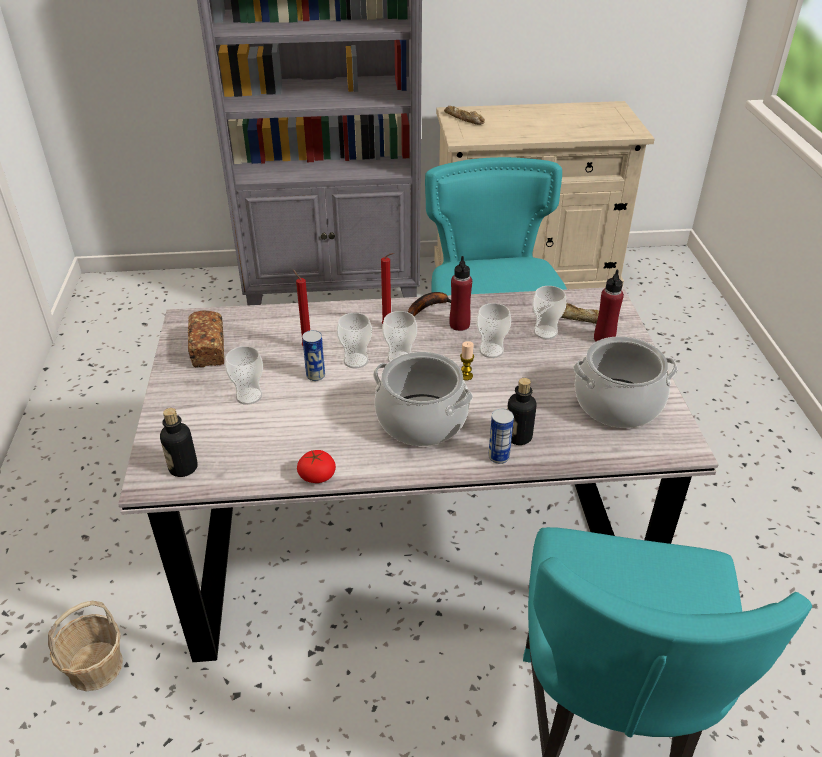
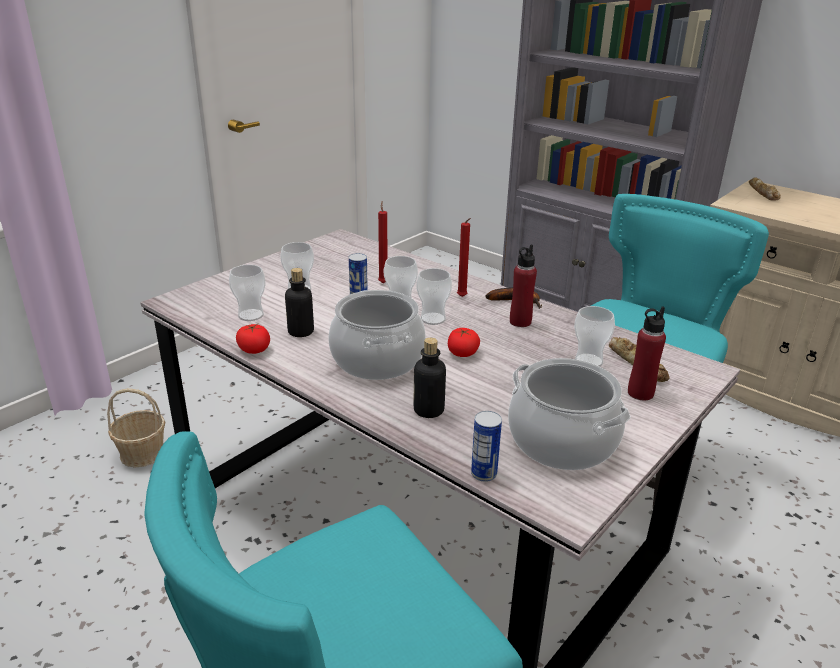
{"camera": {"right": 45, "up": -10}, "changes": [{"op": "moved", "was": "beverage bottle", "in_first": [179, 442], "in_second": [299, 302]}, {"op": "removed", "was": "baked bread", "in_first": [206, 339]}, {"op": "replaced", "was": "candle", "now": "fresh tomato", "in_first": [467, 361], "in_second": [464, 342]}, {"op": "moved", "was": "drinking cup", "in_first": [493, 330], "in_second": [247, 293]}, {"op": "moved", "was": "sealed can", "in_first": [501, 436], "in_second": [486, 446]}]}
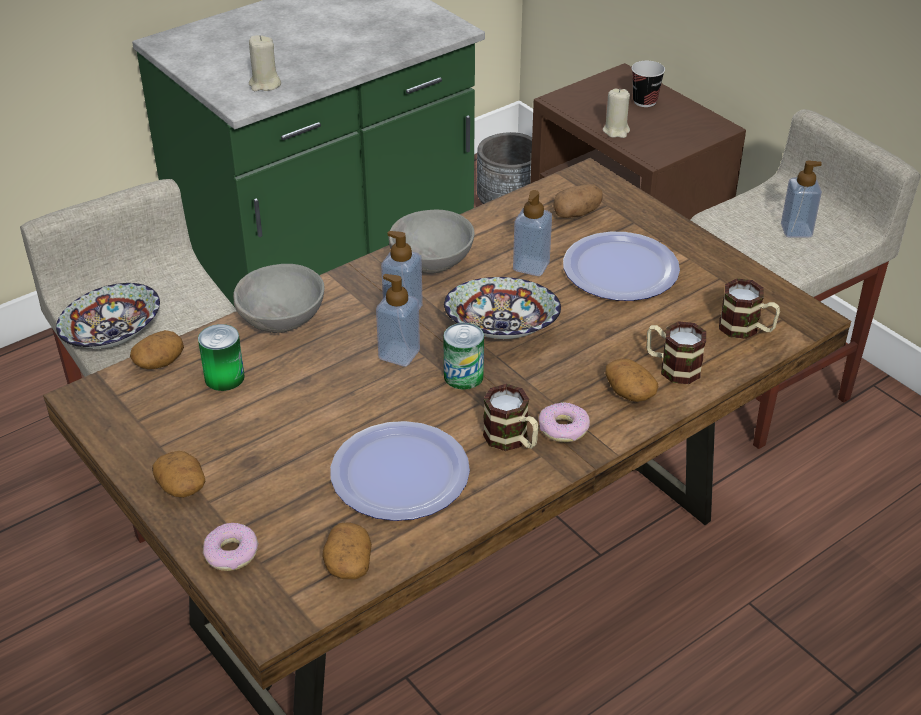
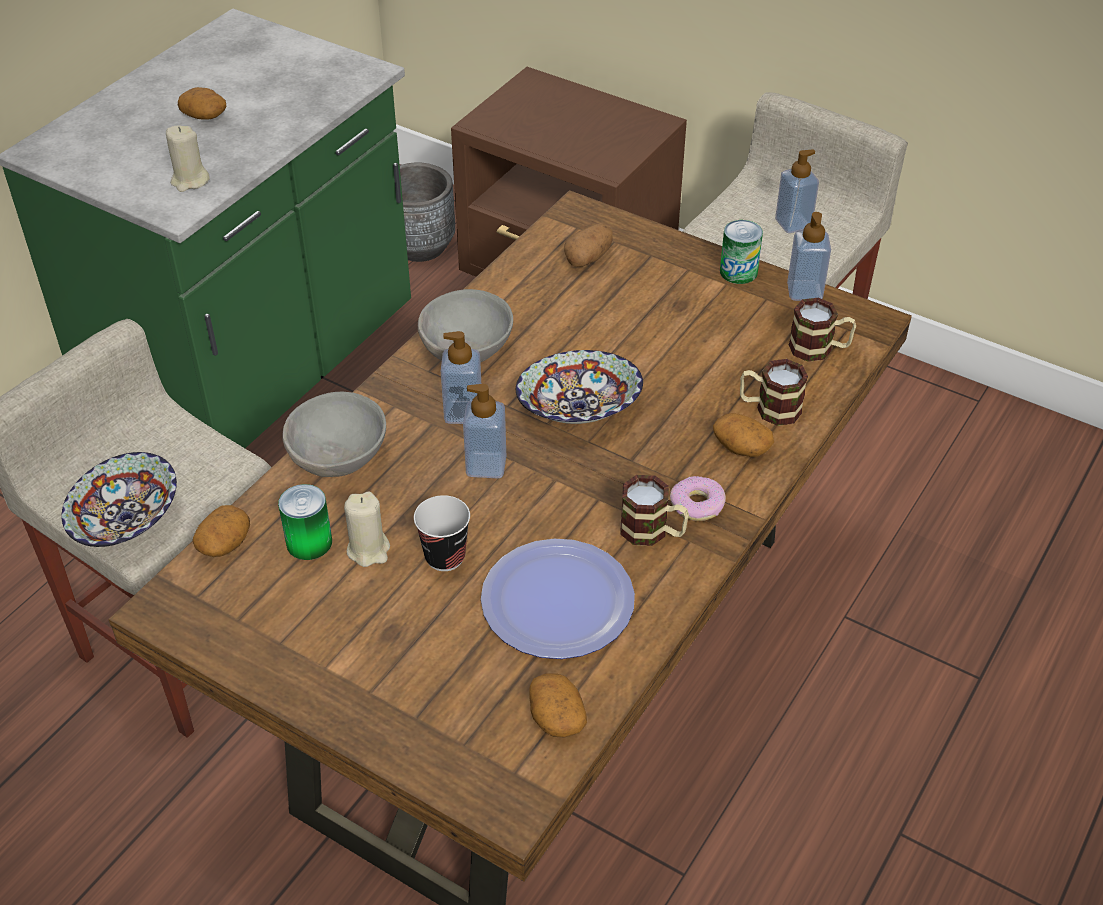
{"camera": {"right": -20, "up": 5}, "changes": [{"op": "moved", "was": "spud", "in_first": [178, 474], "in_second": [202, 103]}, {"op": "removed", "was": "doughnut", "in_first": [231, 547]}, {"op": "moved", "was": "sealed can", "in_first": [463, 356], "in_second": [741, 252]}, {"op": "moved", "was": "liquid soap bottle", "in_first": [532, 233], "in_second": [809, 256]}, {"op": "removed", "was": "plate", "in_first": [621, 266]}, {"op": "moved", "was": "candle (beige-coloured)", "in_first": [616, 113], "in_second": [367, 529]}, {"op": "moved", "was": "drinking cup", "in_first": [648, 84], "in_second": [442, 533]}]}
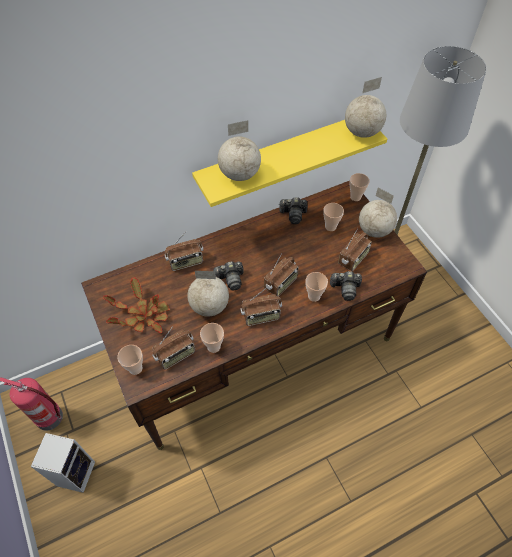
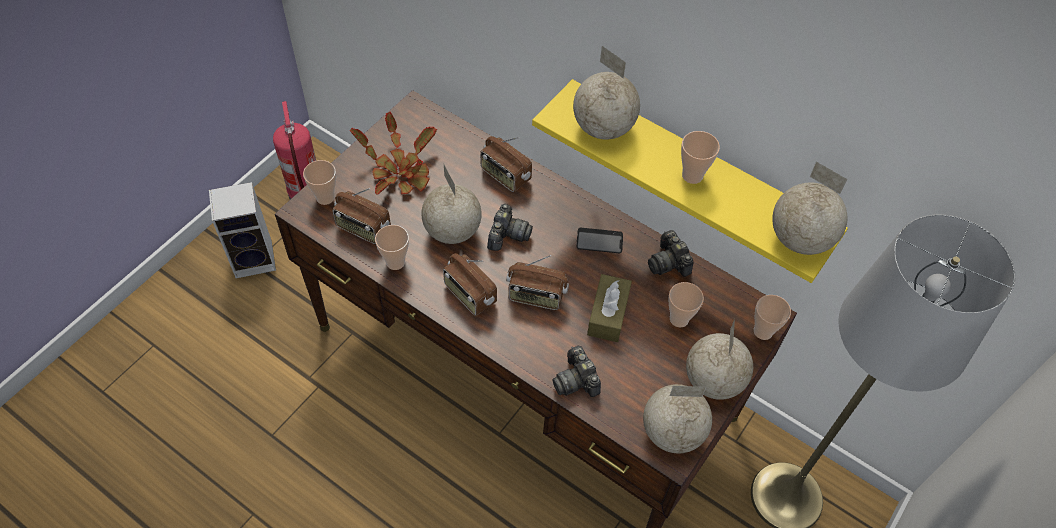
{"camera": {"right": 60, "up": 0}, "changes": [{"op": "turned", "was": "still camera", "in_first": [228, 276], "in_second": [510, 227], "clockwise": -120}, {"op": "moved", "was": "drinking cup", "in_first": [317, 287], "in_second": [700, 157]}, {"op": "removed", "was": "radio receiver", "in_first": [355, 249]}, {"op": "added", "now": "telephone", "in_second": [599, 240]}, {"op": "added", "now": "box of tissues (brown)", "in_second": [609, 308]}, {"op": "added", "now": "world globe", "in_second": [677, 418]}]}
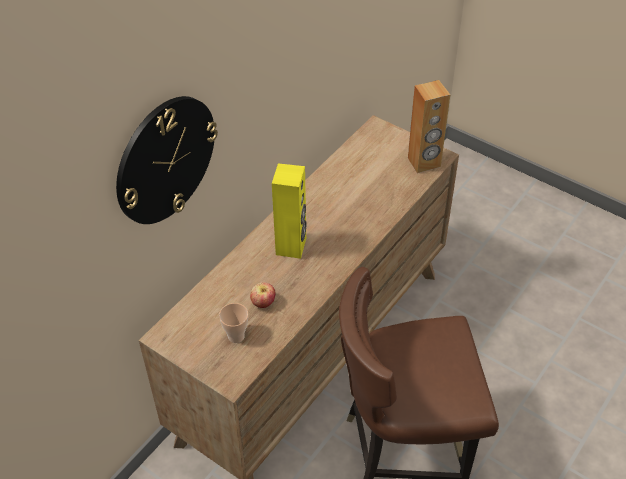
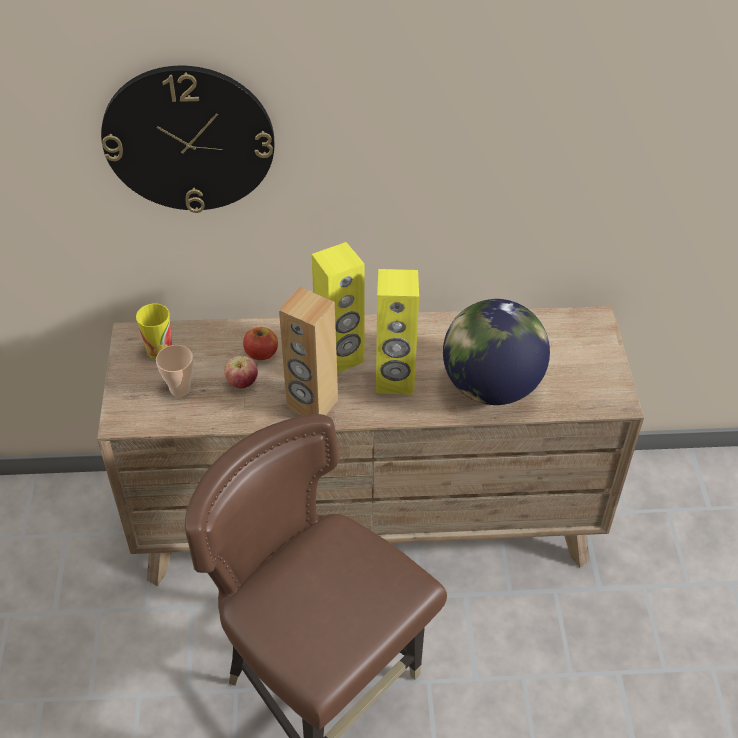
{"camera": {"right": 50, "up": 0}, "changes": [{"op": "moved", "was": "audio speaker (brown)", "in_first": [429, 126], "in_second": [308, 351]}, {"op": "added", "now": "drinking cup", "in_second": [154, 331]}, {"op": "added", "now": "apple fruit", "in_second": [260, 343]}, {"op": "added", "now": "audio speaker (yellowish)", "in_second": [397, 332]}, {"op": "added", "now": "world globe", "in_second": [496, 352]}]}
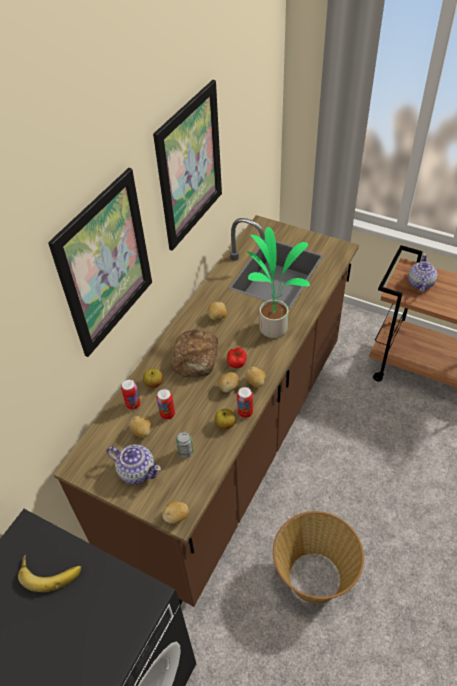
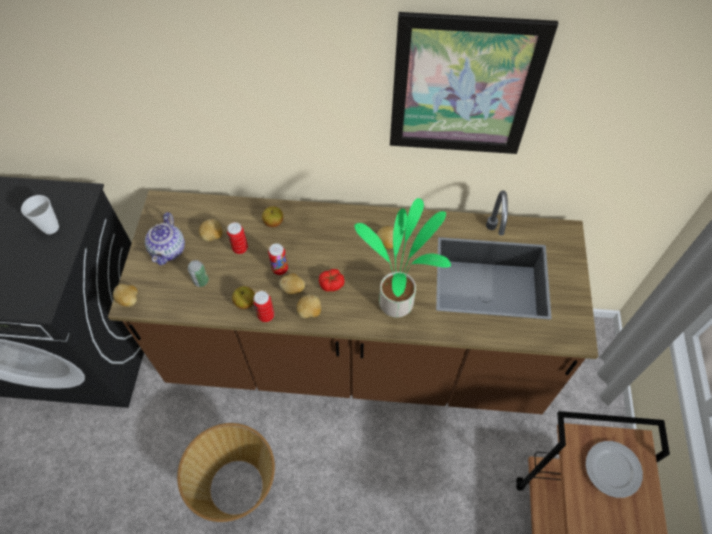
{"camera": {"right": 65, "up": 10}, "changes": [{"op": "replaced", "was": "whole banana", "now": "drinking cup", "in_first": [49, 573], "in_second": [40, 214]}, {"op": "removed", "was": "wall art", "in_first": [100, 262]}, {"op": "moved", "was": "sealed can", "in_first": [131, 394], "in_second": [278, 259]}, {"op": "removed", "was": "baked bread", "in_first": [194, 353]}, {"op": "replaced", "was": "pot for tea", "now": "plate", "in_first": [423, 273], "in_second": [614, 469]}]}
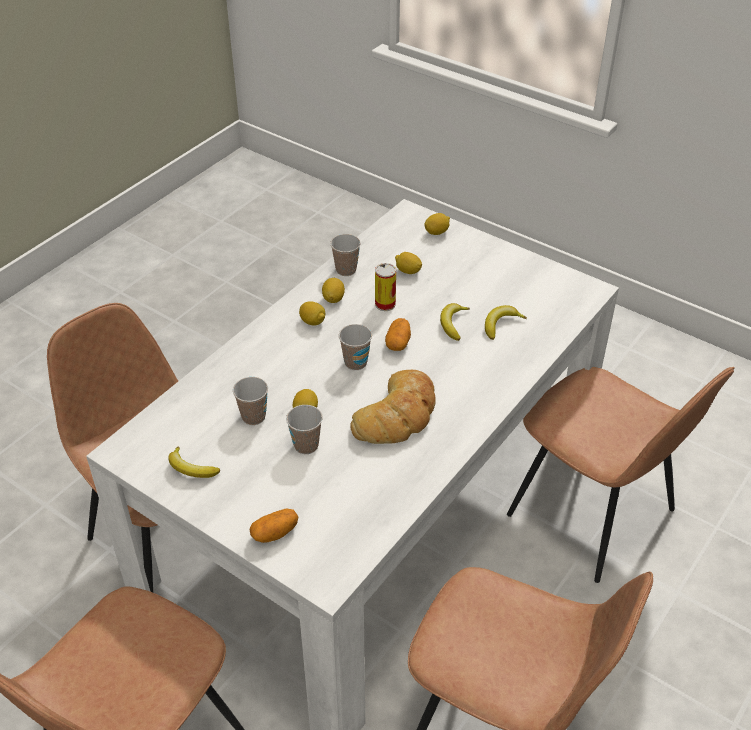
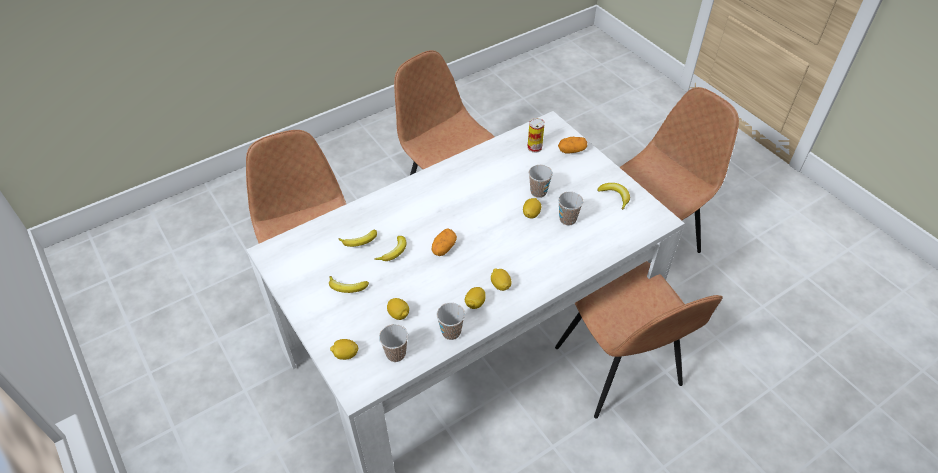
{"camera": {"right": -160, "up": 5}, "changes": [{"op": "moved", "was": "drinking cup", "in_first": [355, 347], "in_second": [393, 343]}, {"op": "removed", "was": "baked bread", "in_first": [393, 407]}, {"op": "moved", "was": "sealed can", "in_first": [385, 287], "in_second": [536, 135]}, {"op": "added", "now": "whole banana", "in_second": [349, 284]}]}
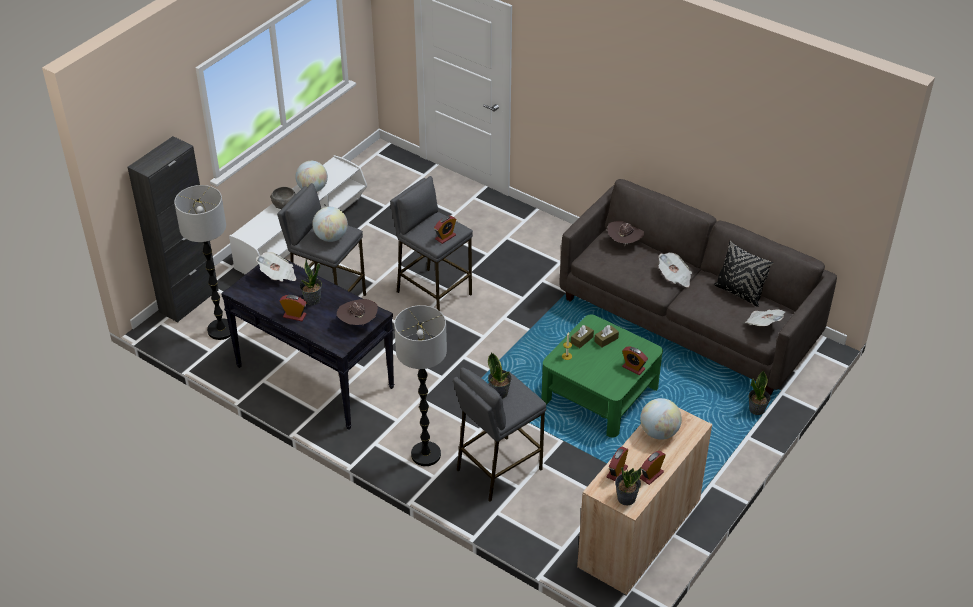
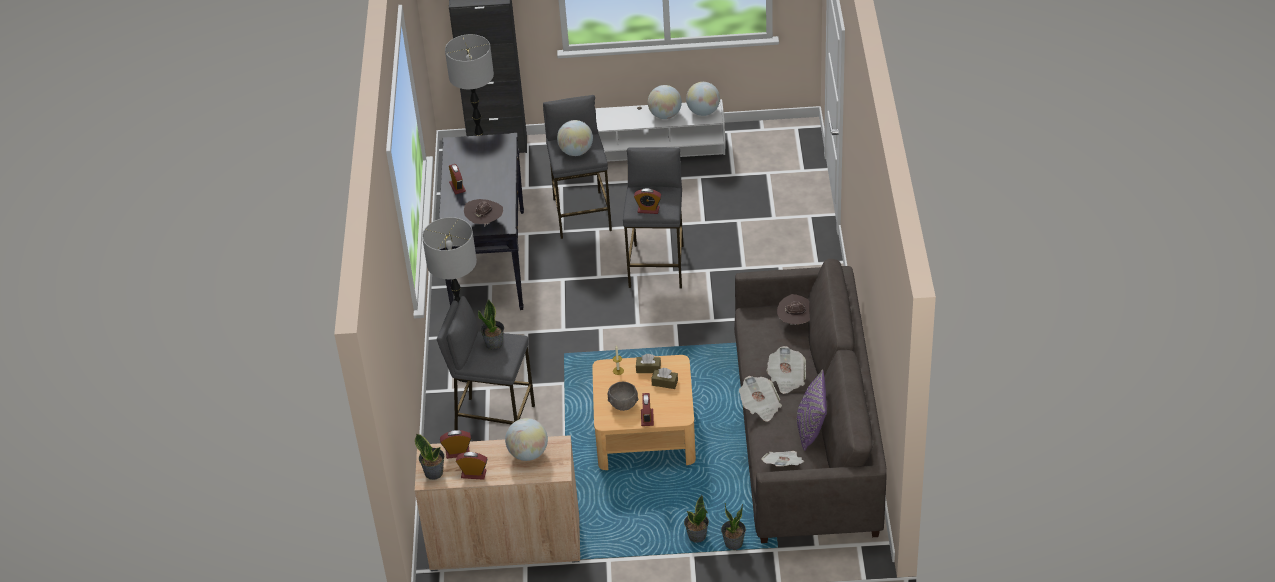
{"camera": {"right": 55, "up": 0}, "changes": [{"op": "moved", "was": "daily paper", "in_first": [276, 267], "in_second": [760, 399]}, {"op": "moved", "was": "serving bowl (grey)", "in_first": [283, 198], "in_second": [623, 396]}, {"op": "moved", "was": "houseplant", "in_first": [311, 282], "in_second": [696, 519]}, {"op": "recoloured", "was": "coffee table (green)", "now": "coffee table (beige-coloured)", "in_first": [602, 376], "in_second": [644, 412]}, {"op": "recoloured", "was": "pillow (blackish)", "now": "pillow (purple)", "in_first": [743, 274], "in_second": [812, 410]}, {"op": "added", "now": "world globe", "in_second": [703, 99]}]}
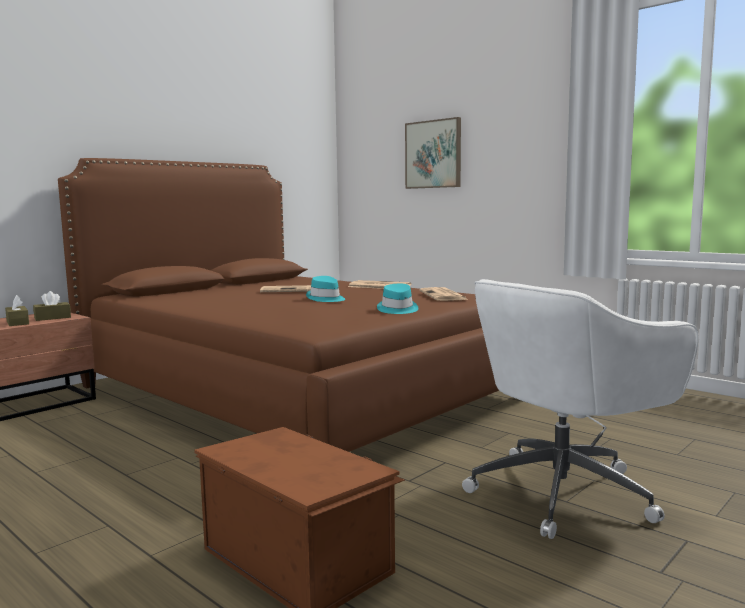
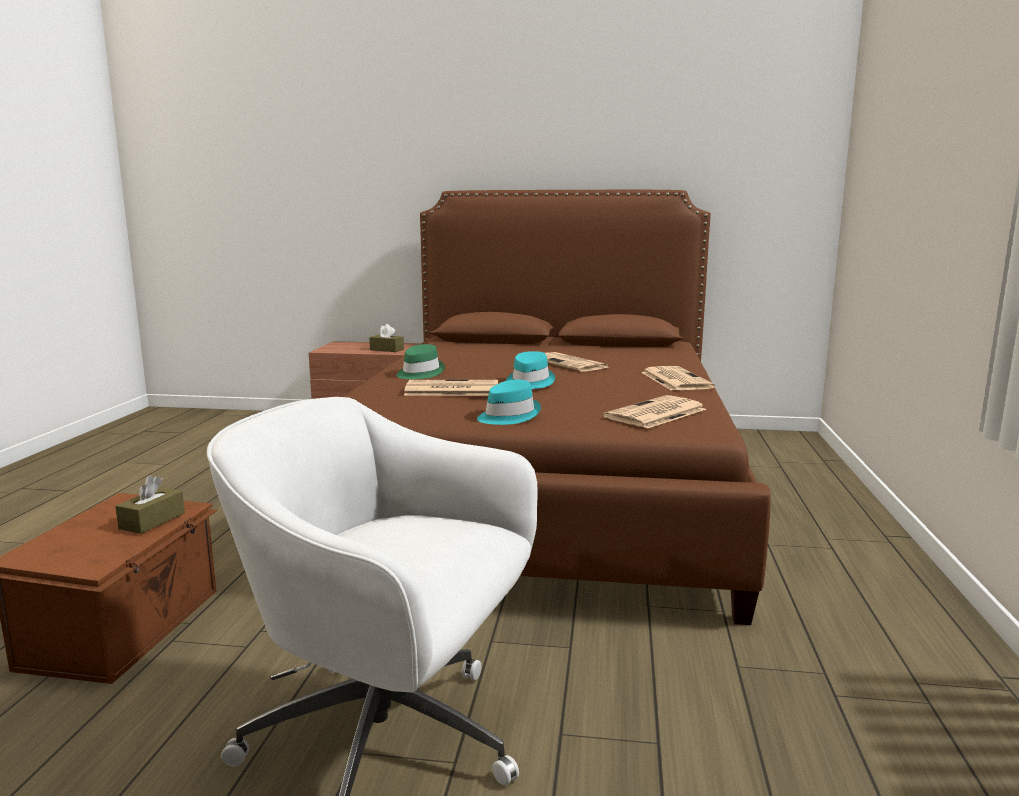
{"camera": {"right": 55, "up": 5}, "changes": [{"op": "moved", "was": "box of tissues (brown)", "in_first": [17, 310], "in_second": [150, 504]}, {"op": "removed", "was": "wall art", "in_first": [433, 153]}, {"op": "added", "now": "clothing hat (green)", "in_second": [420, 361]}, {"op": "added", "now": "daily paper", "in_second": [451, 388]}]}
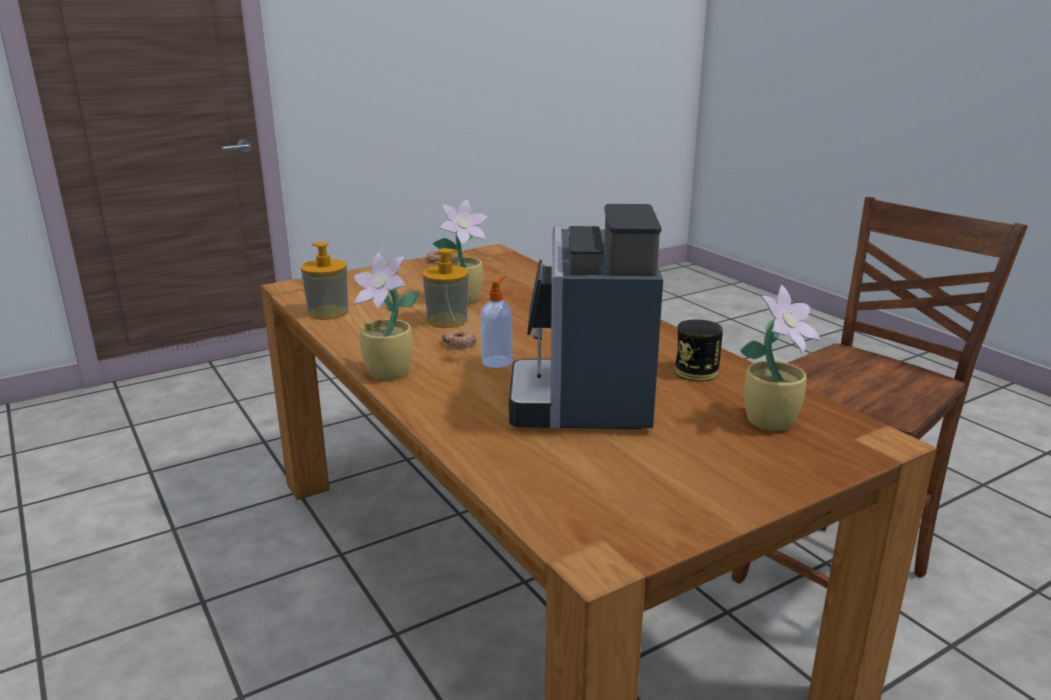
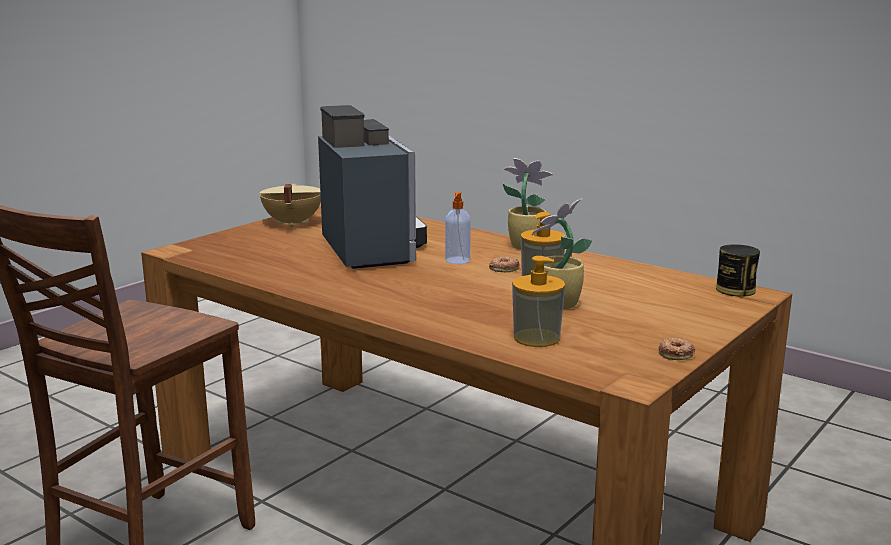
{"camera": {"right": 160, "up": -5}, "changes": [{"op": "moved", "was": "liquid soap bottle", "in_first": [324, 281], "in_second": [538, 301]}, {"op": "moved", "was": "sealed can", "in_first": [698, 350], "in_second": [738, 270]}, {"op": "removed", "was": "houseplant", "in_first": [780, 358]}, {"op": "added", "now": "stockpot (beige-coloured)", "in_second": [290, 205]}]}
